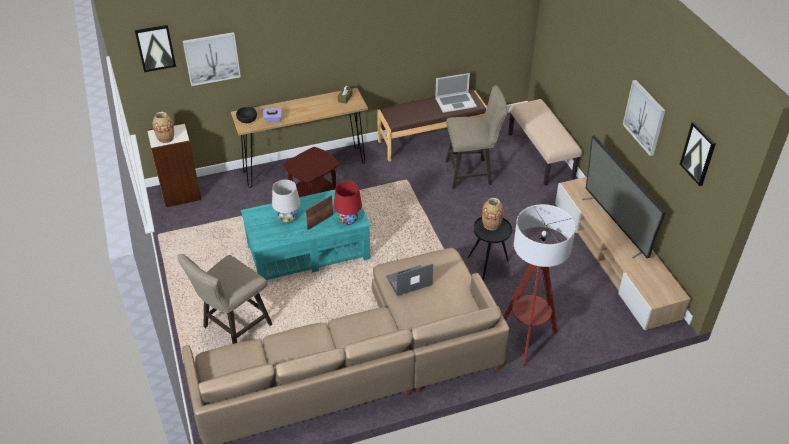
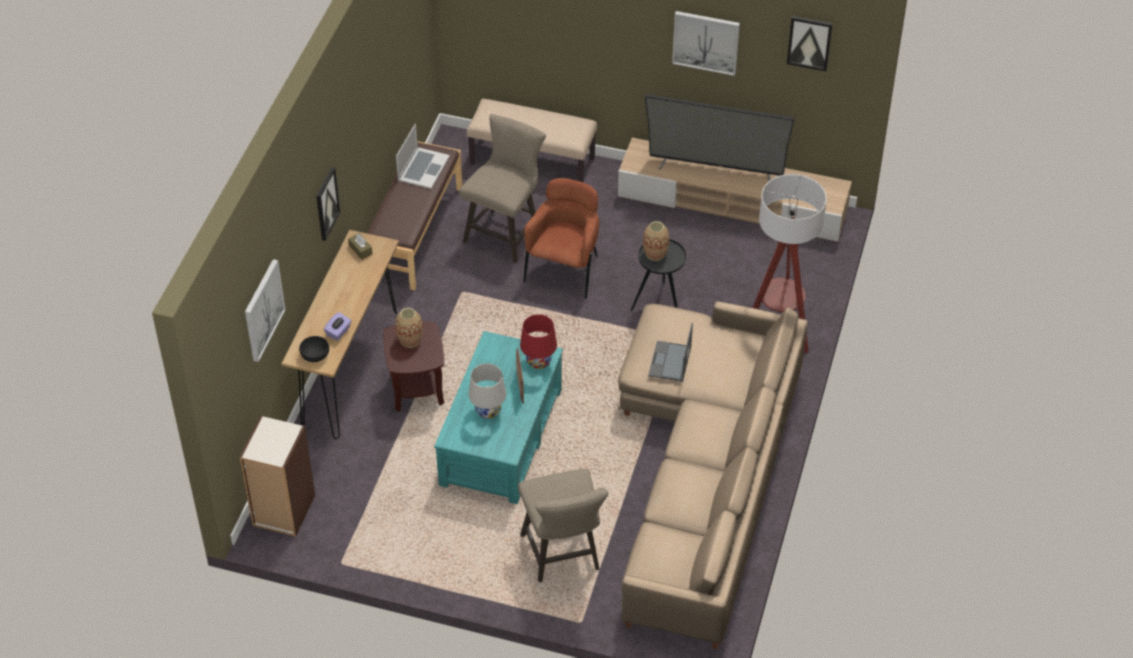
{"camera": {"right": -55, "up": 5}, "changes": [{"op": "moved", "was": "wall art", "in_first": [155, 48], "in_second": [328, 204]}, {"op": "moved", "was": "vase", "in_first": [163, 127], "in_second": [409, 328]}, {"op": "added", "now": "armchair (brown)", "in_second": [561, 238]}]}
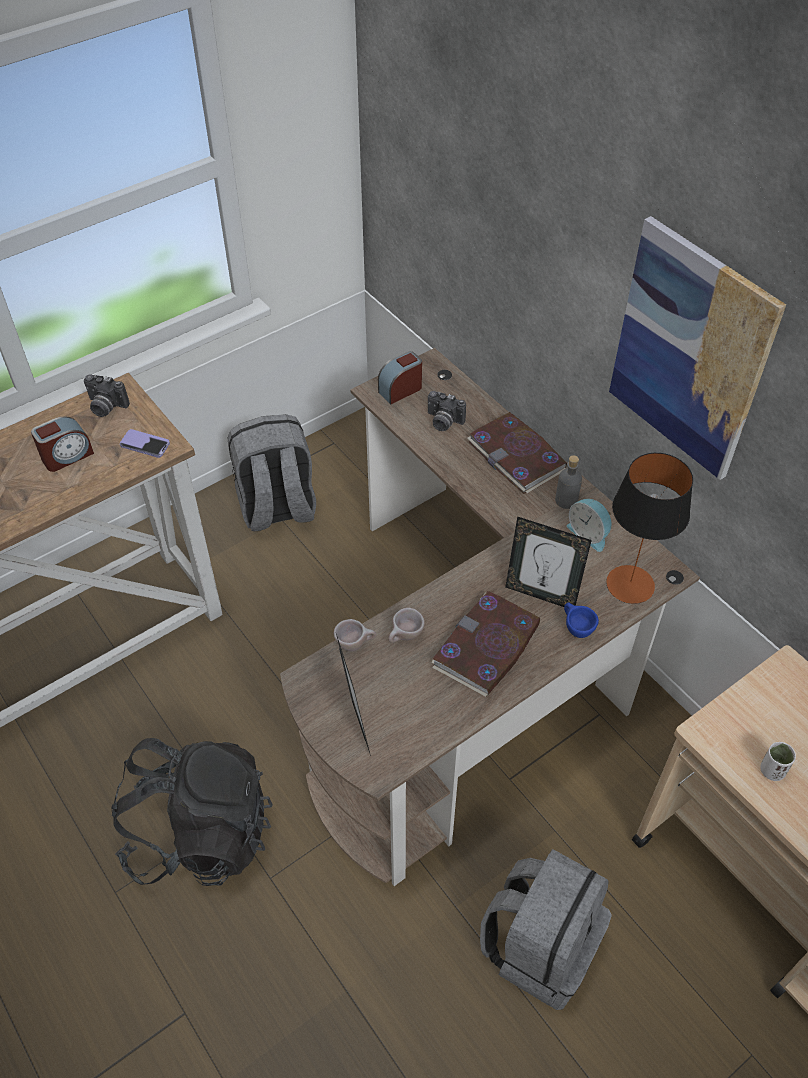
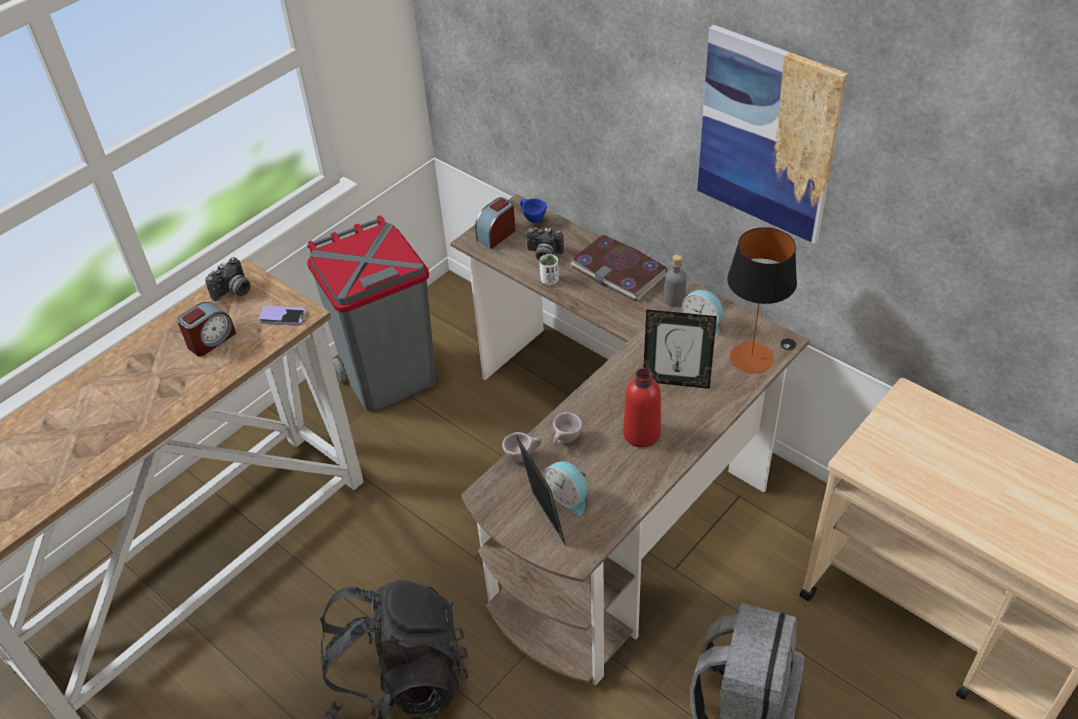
{"camera": {"right": -10, "up": -5}, "changes": [{"op": "turned", "was": "still camera", "in_first": [107, 395], "in_second": [227, 279], "clockwise": -60}, {"op": "replaced", "was": "knapsack (grey)", "now": "waste bin (grey)", "in_first": [272, 472], "in_second": [371, 313]}, {"op": "replaced", "was": "book", "now": "beverage bottle (red)", "in_first": [486, 644], "in_second": [642, 408]}, {"op": "moved", "was": "drinking cup (blue)", "in_first": [581, 620], "in_second": [533, 210]}, {"op": "moved", "was": "drinking cup (white-coloured)", "in_first": [778, 761], "in_second": [549, 269]}, {"op": "added", "now": "table clock", "in_second": [566, 488]}]}
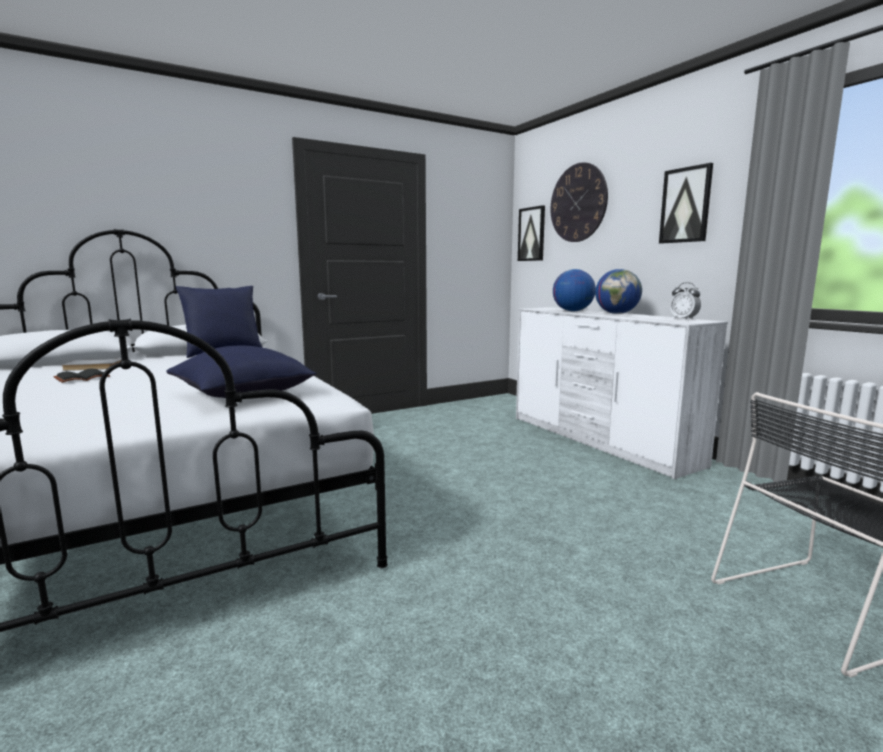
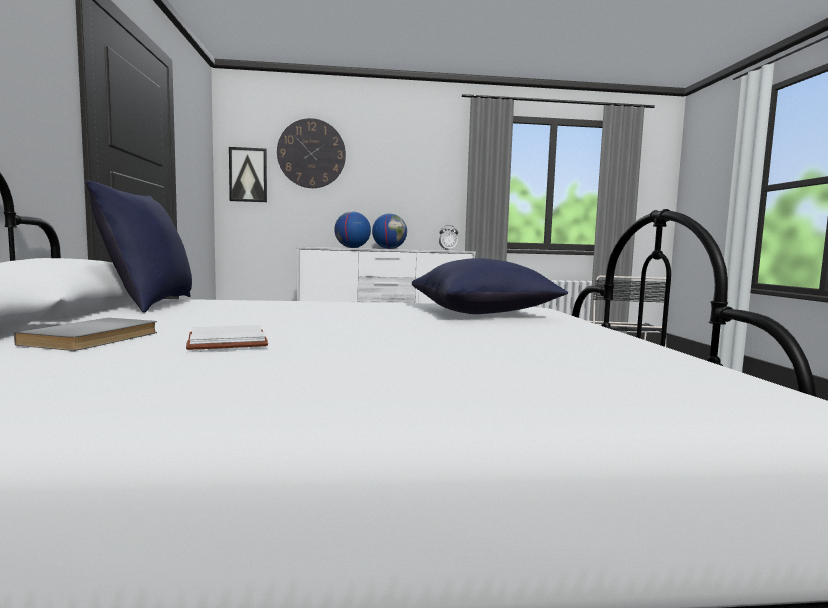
{"camera": {"right": -65, "up": -5}, "changes": [{"op": "recoloured", "was": "book (blackish)", "now": "book (white-coloured)", "in_first": [82, 376], "in_second": [227, 337]}, {"op": "removed", "was": "wall art", "in_first": [686, 203]}]}
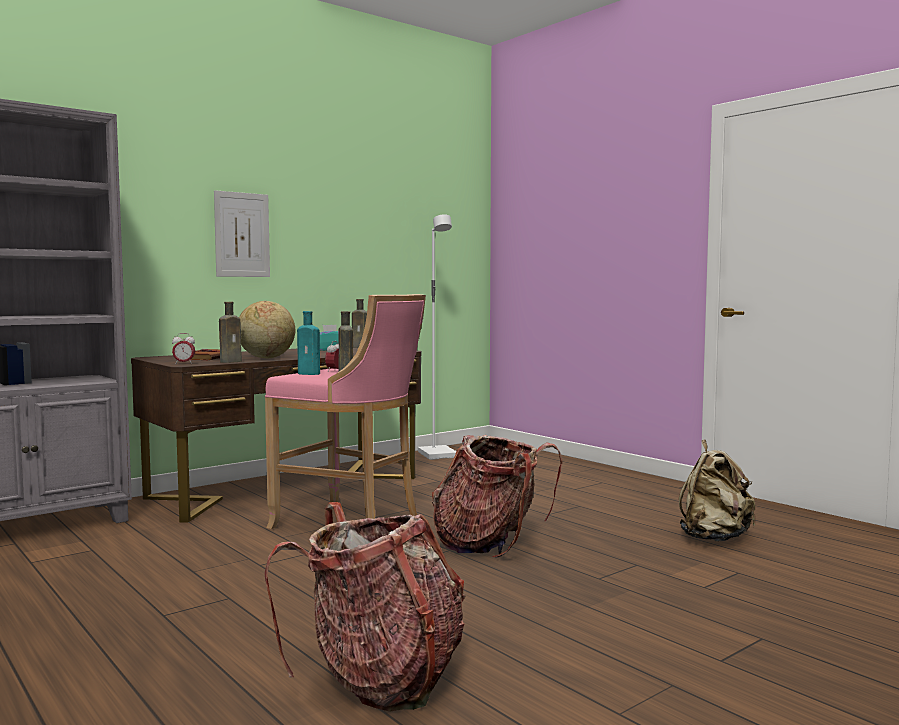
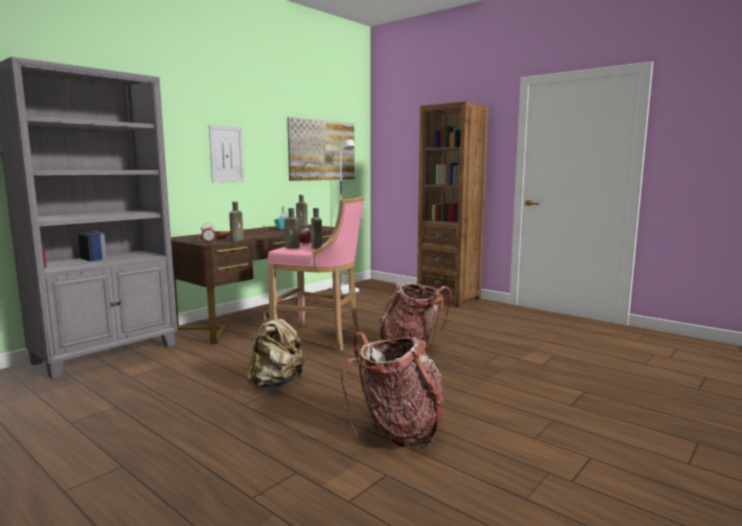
{"camera": {"right": -10, "up": 5}, "changes": [{"op": "removed", "was": "world globe", "in_first": [267, 329]}, {"op": "recoloured", "was": "beverage bottle (turquoise)", "now": "beverage bottle (brown)", "in_first": [308, 343], "in_second": [292, 228]}, {"op": "moved", "was": "knapsack (beige-coloured)", "in_first": [717, 490], "in_second": [276, 350]}, {"op": "added", "now": "wall art", "in_second": [321, 149]}, {"op": "added", "now": "shelving unit (brown)", "in_second": [453, 204]}]}
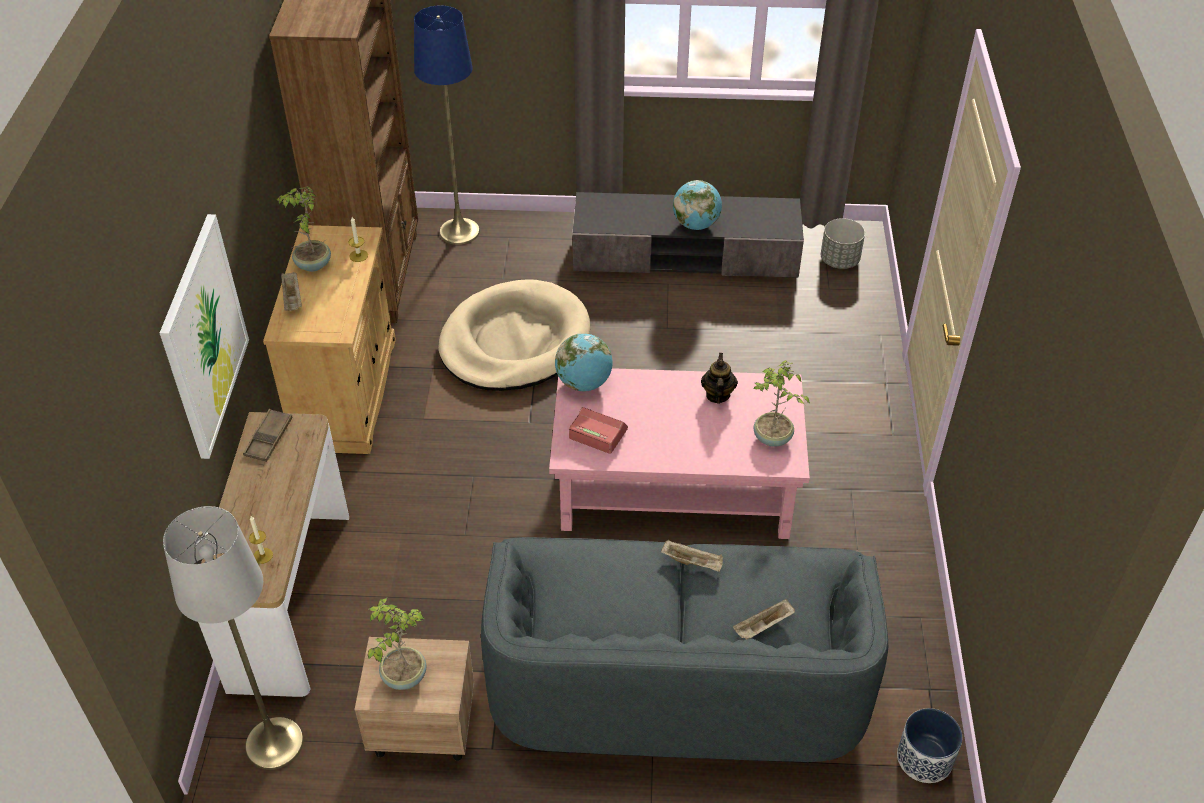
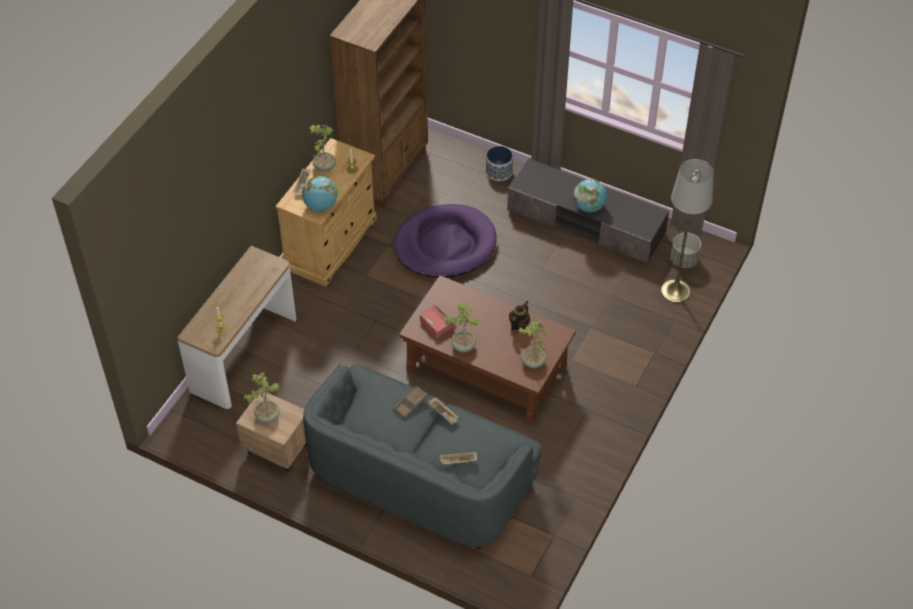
{"camera": {"right": 25, "up": 5}, "changes": [{"op": "removed", "was": "wall art", "in_first": [204, 336]}, {"op": "moved", "was": "standing lamp (grey)", "in_first": [233, 638], "in_second": [687, 231]}, {"op": "moved", "was": "serving tray (brown)", "in_first": [268, 435], "in_second": [410, 402]}, {"op": "removed", "was": "standing lamp (blue)", "in_first": [447, 125]}, {"op": "recoloured", "was": "dog bed (beige-coloured)", "now": "dog bed (purple)", "in_first": [514, 335], "in_second": [445, 241]}, {"op": "recoloured", "was": "coffee table (pink)", "now": "coffee table (brown)", "in_first": [679, 453], "in_second": [487, 350]}, {"op": "moved", "was": "world globe", "in_first": [584, 363], "in_second": [320, 193]}, {"op": "moved", "was": "flower pot", "in_first": [930, 745], "in_second": [499, 163]}, {"op": "added", "now": "houseplant", "in_second": [461, 326]}]}
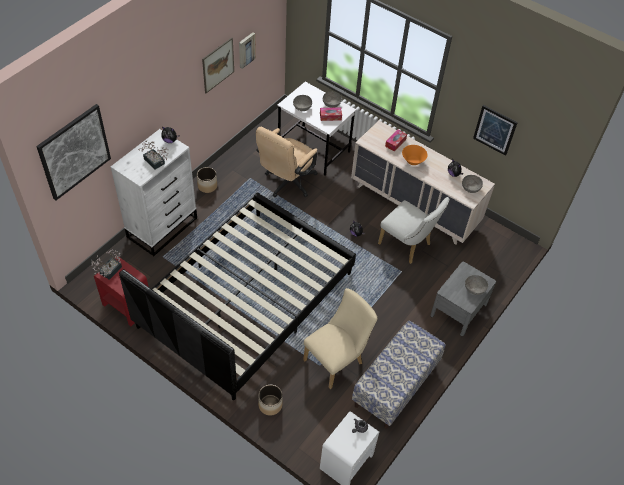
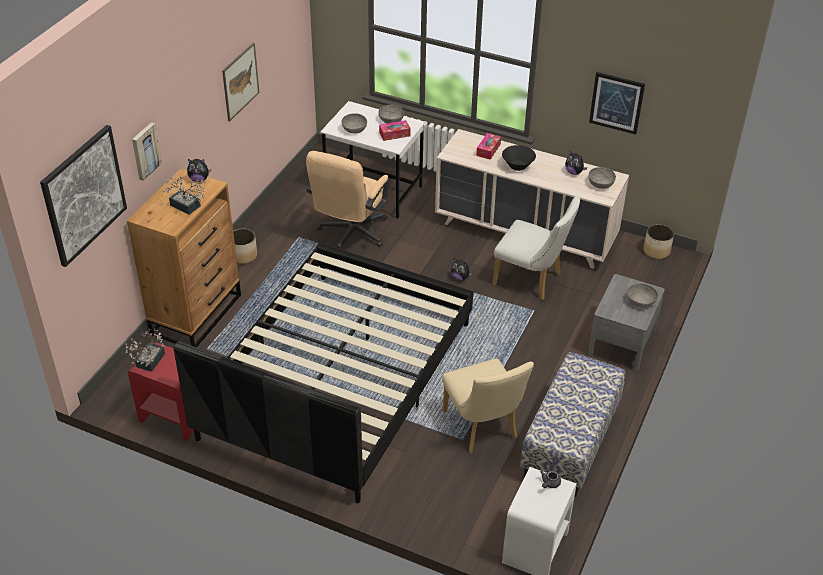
{"camera": {"right": -10, "up": -10}, "changes": [{"op": "recoloured", "was": "chest of drawers (white-coloured)", "now": "chest of drawers (brown)", "in_first": [154, 192], "in_second": [184, 258]}, {"op": "moved", "was": "wall art", "in_first": [247, 50], "in_second": [147, 151]}, {"op": "moved", "was": "flower pot", "in_first": [270, 400], "in_second": [658, 241]}, {"op": "turned", "was": "chair (beige-coloured)", "in_first": [340, 338], "in_second": [488, 406], "clockwise": 120}, {"op": "recoloured", "was": "serving bowl (orange-coloured)", "now": "serving bowl (blackish)", "in_first": [415, 155], "in_second": [519, 158]}]}
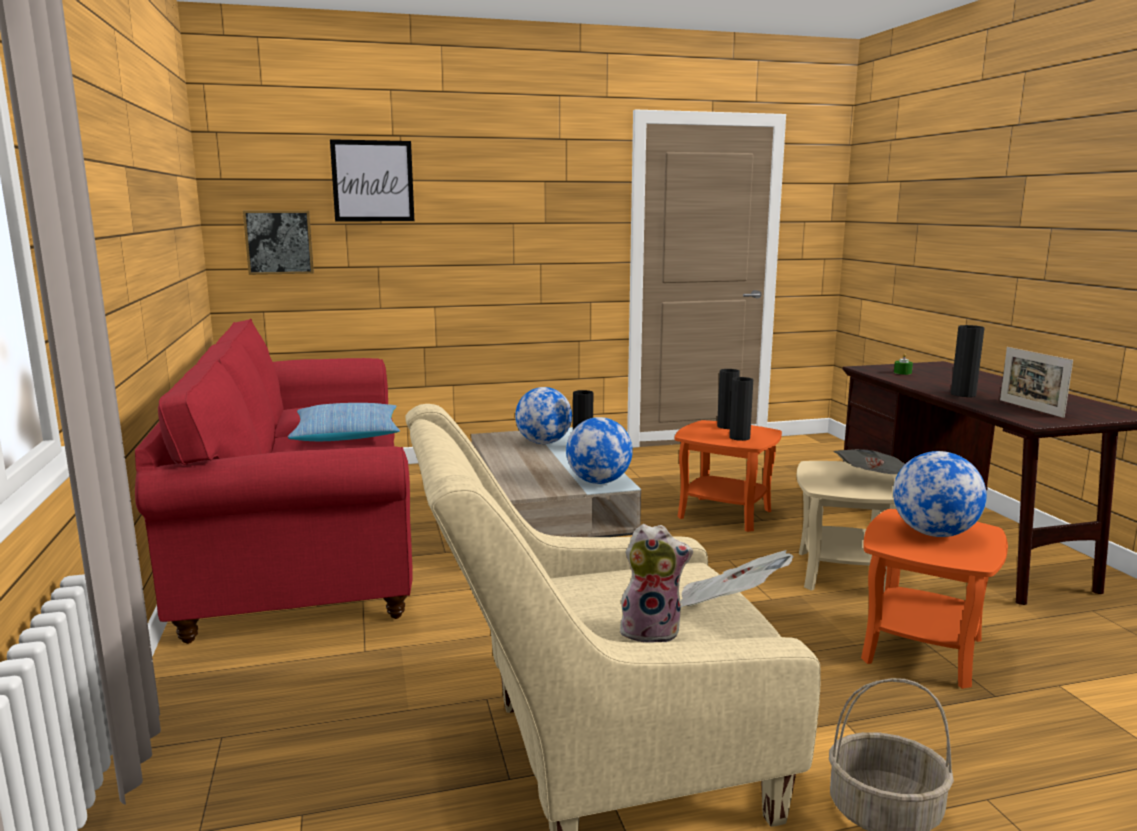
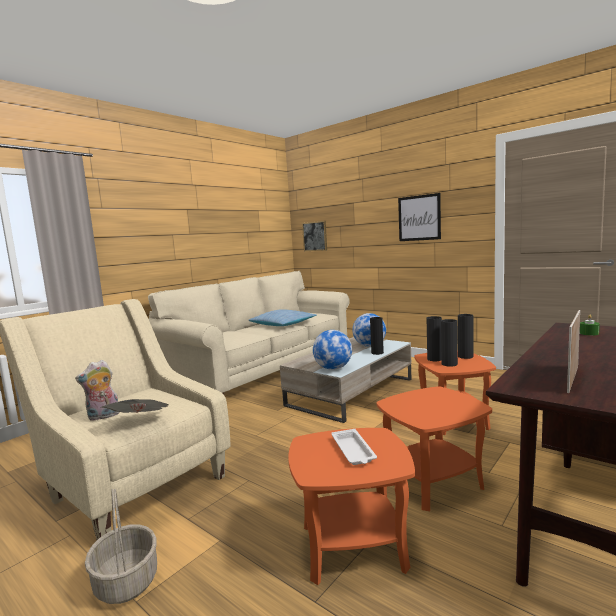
{"camera": {"right": 55, "up": -5}, "changes": [{"op": "recoloured", "was": "settee (red)", "now": "settee (beige-coloured)", "in_first": [274, 481], "in_second": [249, 332]}, {"op": "moved", "was": "wall art", "in_first": [372, 180], "in_second": [419, 217]}, {"op": "turned", "was": "plush toy", "in_first": [656, 583], "in_second": [97, 390], "clockwise": 90}, {"op": "recoloured", "was": "side table (beige-coloured)", "now": "side table (orange-coloured)", "in_first": [847, 526], "in_second": [434, 448]}, {"op": "removed", "was": "daily paper", "in_first": [869, 461]}, {"op": "replaced", "was": "world globe", "now": "serving tray (white-coloured)", "in_first": [939, 494], "in_second": [354, 447]}, {"op": "moved", "was": "vase (blackish)", "in_first": [967, 361], "in_second": [434, 338]}]}
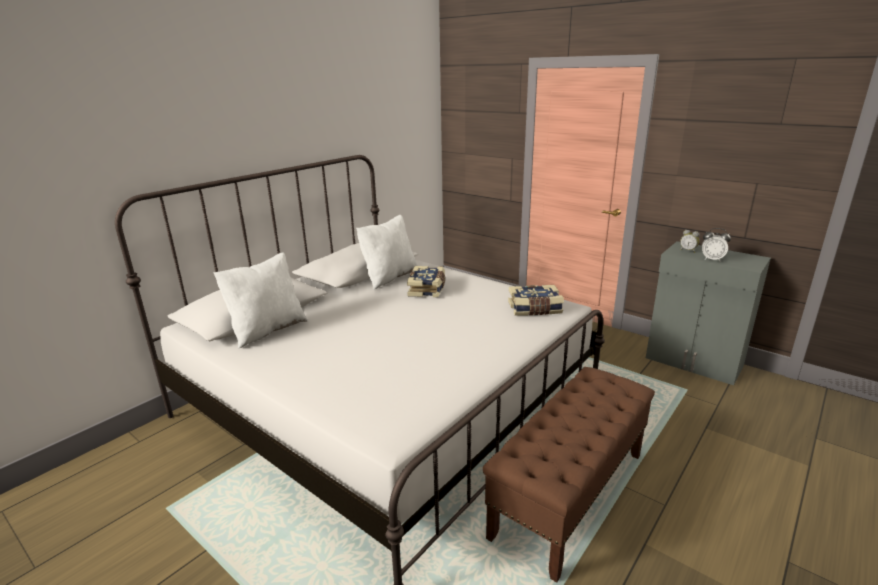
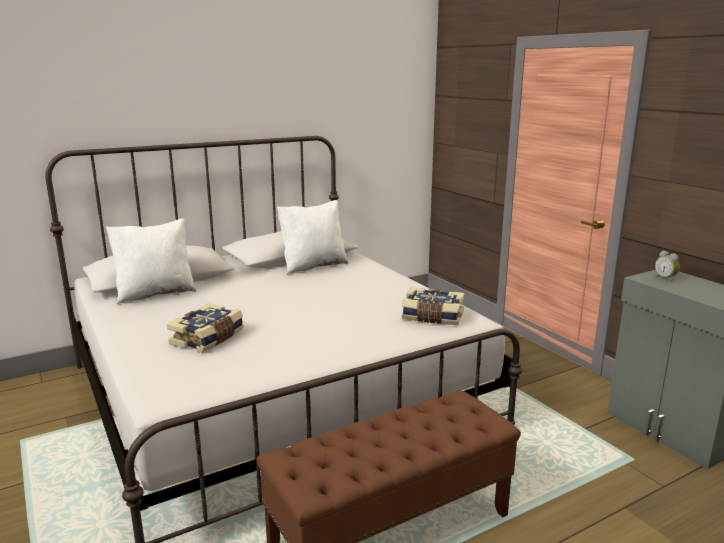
{"camera": {"right": 20, "up": -5}, "changes": [{"op": "moved", "was": "book", "in_first": [426, 281], "in_second": [205, 328]}, {"op": "removed", "was": "table clock", "in_first": [716, 245]}]}
